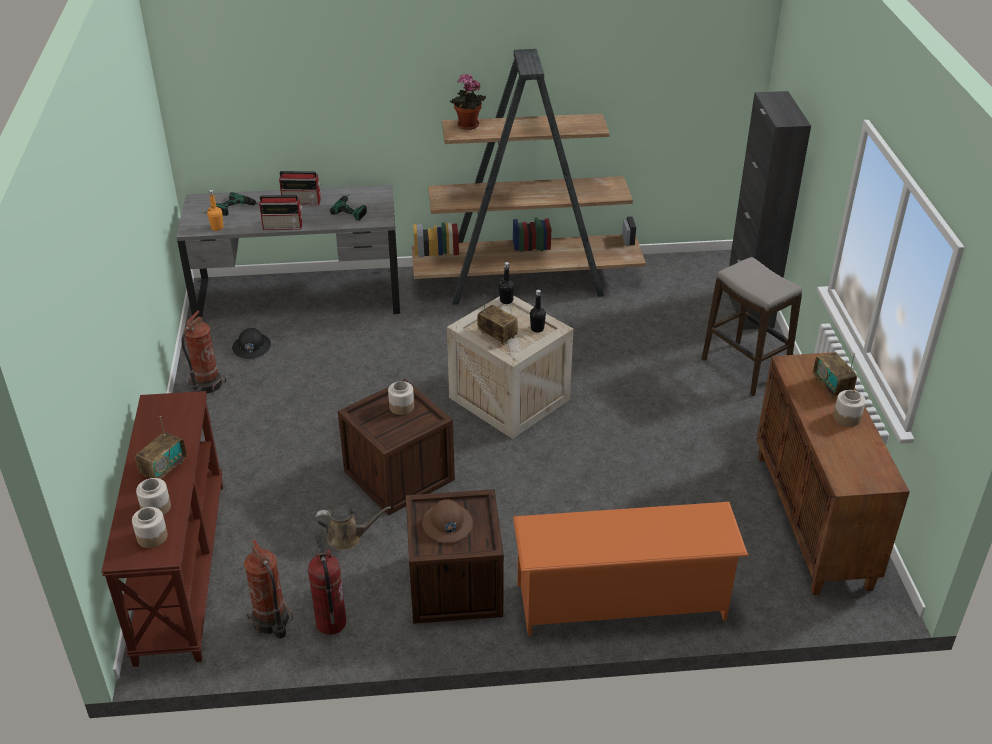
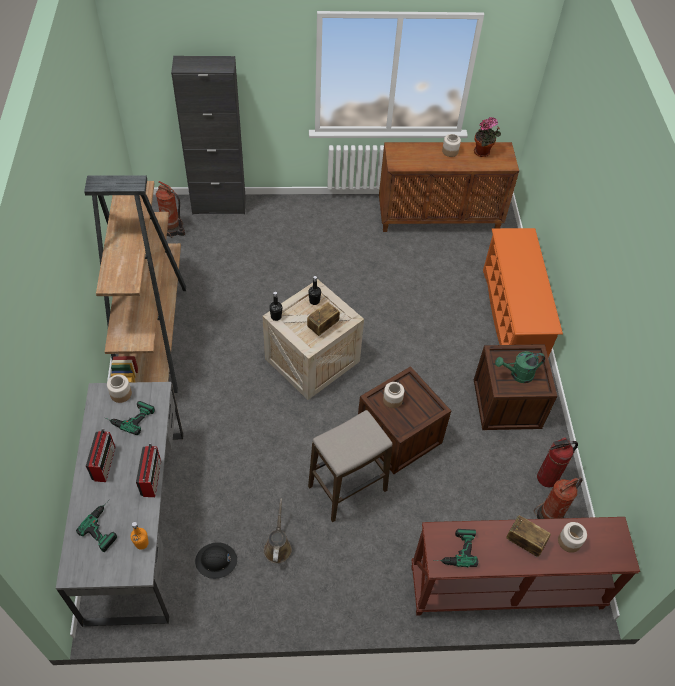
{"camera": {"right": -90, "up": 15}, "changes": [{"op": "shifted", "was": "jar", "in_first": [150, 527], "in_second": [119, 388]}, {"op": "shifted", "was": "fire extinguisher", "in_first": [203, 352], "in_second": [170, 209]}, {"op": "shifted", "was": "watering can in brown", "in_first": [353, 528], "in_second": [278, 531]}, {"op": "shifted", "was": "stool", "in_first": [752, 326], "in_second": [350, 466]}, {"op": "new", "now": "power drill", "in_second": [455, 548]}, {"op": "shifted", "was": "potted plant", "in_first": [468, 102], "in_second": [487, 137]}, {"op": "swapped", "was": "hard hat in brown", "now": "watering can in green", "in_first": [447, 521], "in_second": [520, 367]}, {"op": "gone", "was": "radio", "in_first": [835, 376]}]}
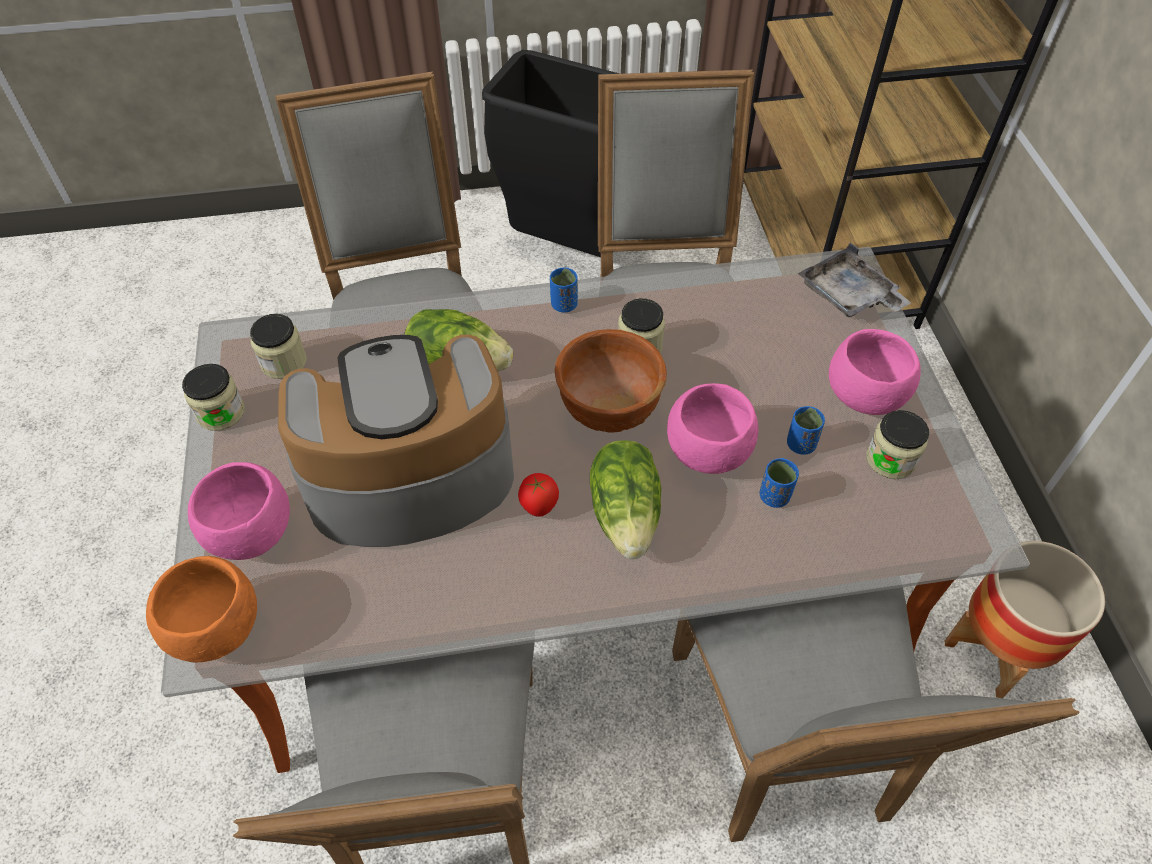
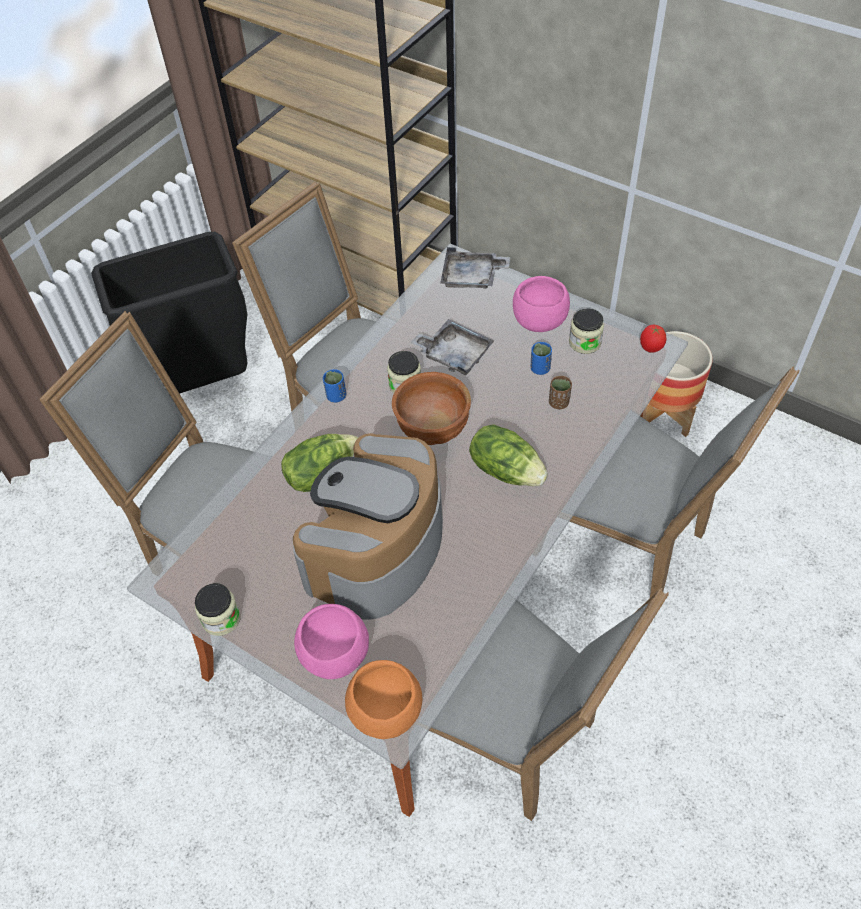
{"camera": {"right": -45, "up": 0}, "changes": [{"op": "new", "now": "tray in grey", "in_second": [452, 347]}, {"op": "repainted", "was": "cup in blue", "now": "cup in brown", "in_first": [779, 483], "in_second": [560, 392]}, {"op": "shifted", "was": "tomato", "in_first": [538, 495], "in_second": [653, 339]}, {"op": "gone", "was": "jar", "in_first": [278, 346]}, {"op": "gone", "was": "bowl in pink", "in_first": [712, 428]}]}
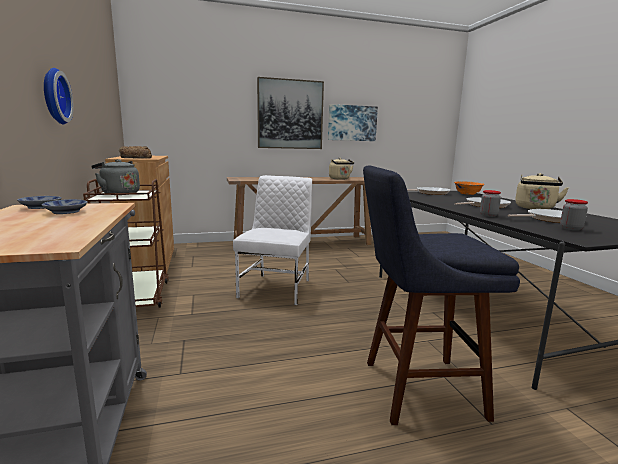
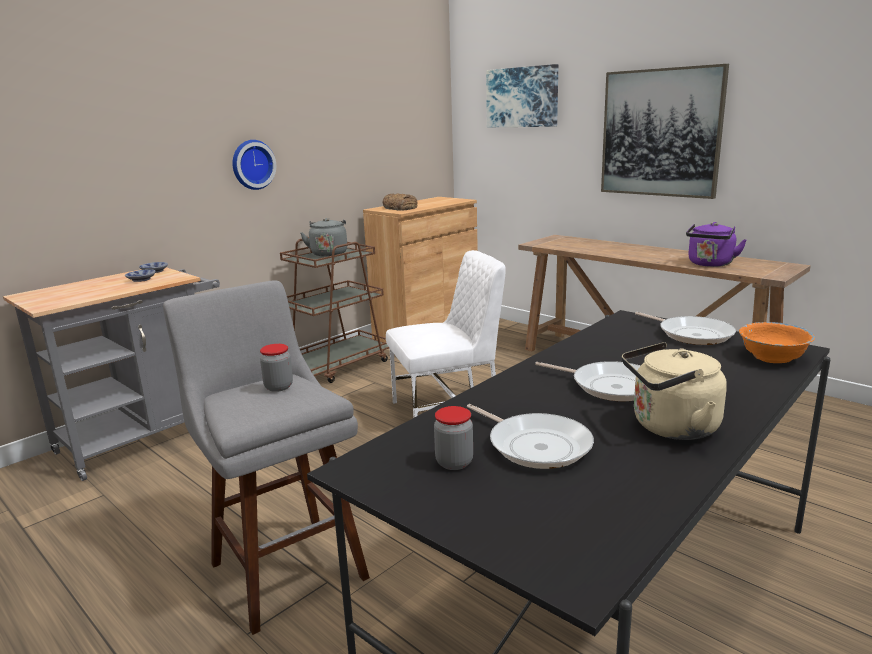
{"camera": {"right": 60, "up": 5}, "changes": [{"op": "repainted", "was": "stool in blue", "now": "stool in grey", "in_first": [441, 295], "in_second": [266, 457]}, {"op": "shifted", "was": "jar", "in_first": [490, 203], "in_second": [276, 368]}, {"op": "shifted", "was": "picture", "in_first": [353, 122], "in_second": [522, 95]}, {"op": "repainted", "was": "kettle in beige", "now": "kettle in purple", "in_first": [341, 169], "in_second": [716, 244]}]}
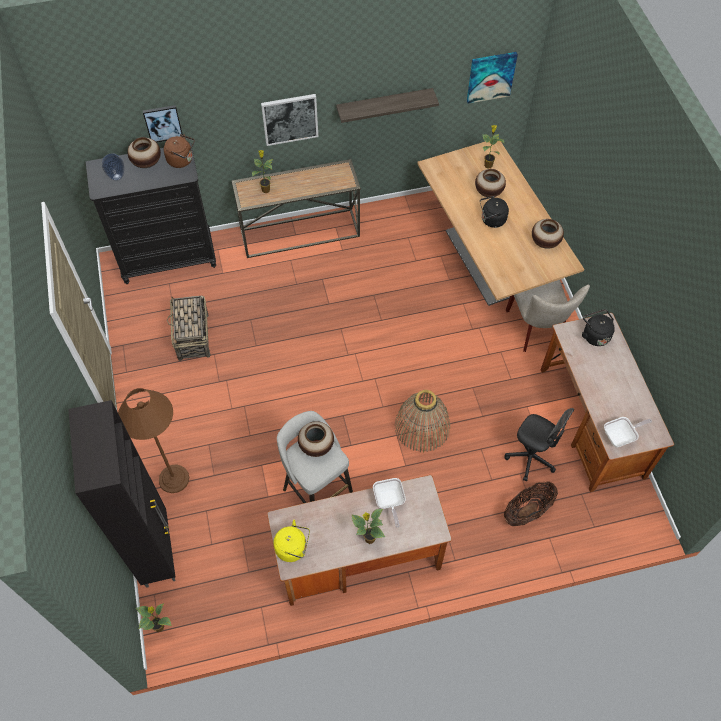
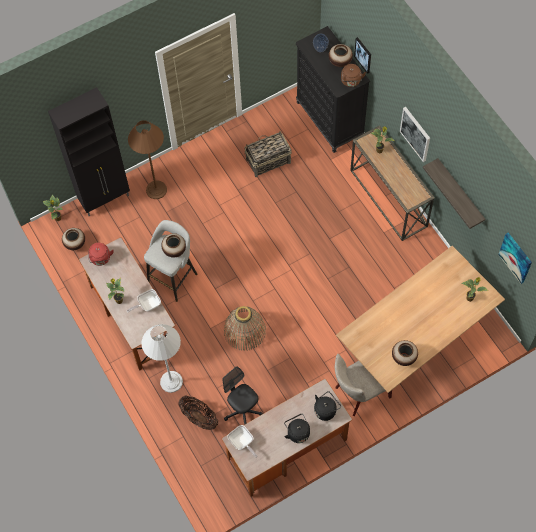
{"camera": {"right": 75, "up": 5}, "changes": [{"op": "shifted", "was": "vase", "in_first": [490, 183], "in_second": [73, 239]}, {"op": "repainted", "was": "kettle in yellow", "now": "kettle in red", "in_first": [291, 541], "in_second": [101, 254]}, {"op": "new", "now": "floor lamp in white", "in_second": [162, 358]}, {"op": "rotated", "was": "office chair in black", "in_first": [539, 444], "in_second": [242, 396], "clockwise": 120}, {"op": "shifted", "was": "kettle in black", "in_first": [494, 212], "in_second": [297, 428]}]}
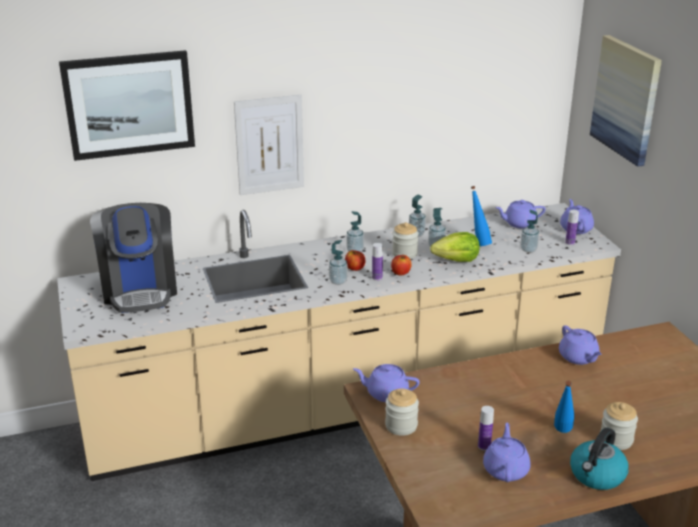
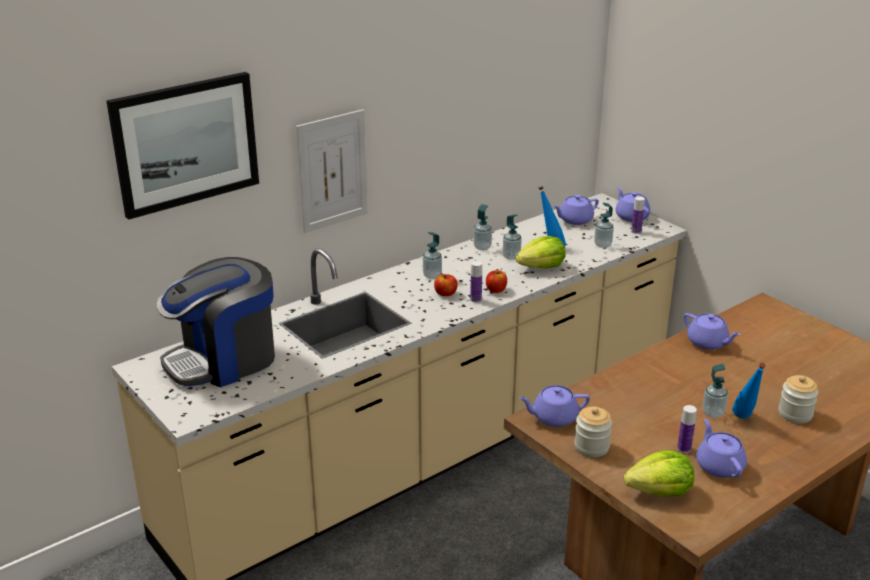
{"camera": {"right": -20, "up": 0}, "changes": [{"op": "rotated", "was": "coffee machine", "in_first": [133, 258], "in_second": [215, 322], "clockwise": 90}, {"op": "new", "now": "lettuce", "in_second": [659, 473]}, {"op": "shifted", "was": "soap dispenser", "in_first": [338, 262], "in_second": [715, 391]}, {"op": "gone", "was": "jar", "in_first": [405, 240]}, {"op": "gone", "was": "kettle", "in_first": [599, 458]}, {"op": "gone", "was": "picture", "in_first": [626, 101]}]}
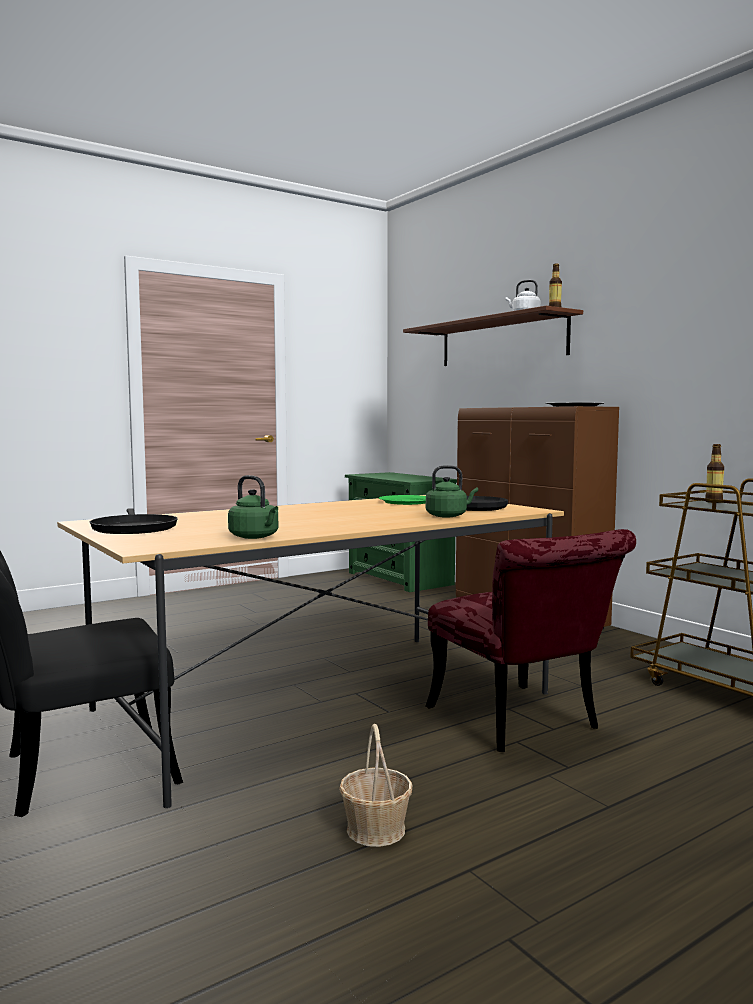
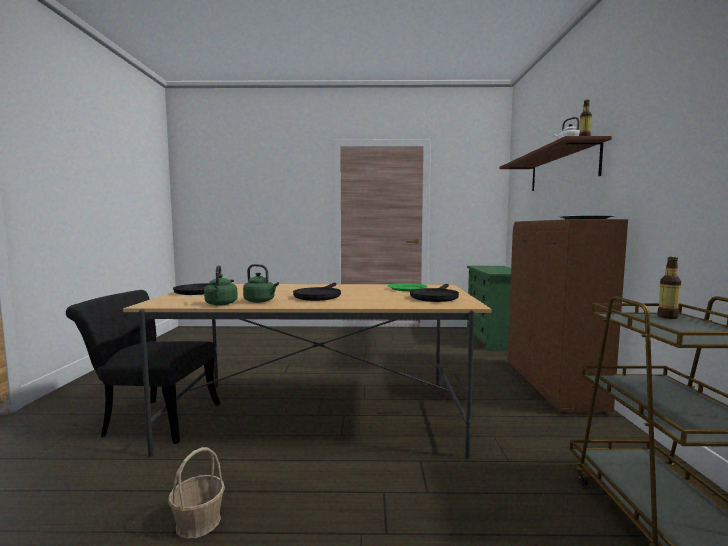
{"camera": {"right": 35, "up": 0}, "changes": [{"op": "shifted", "was": "kettle in green", "in_first": [452, 491], "in_second": [261, 283]}, {"op": "new", "now": "frying pan in black", "in_second": [317, 292]}, {"op": "gone", "was": "chair in red", "in_first": [530, 640]}]}
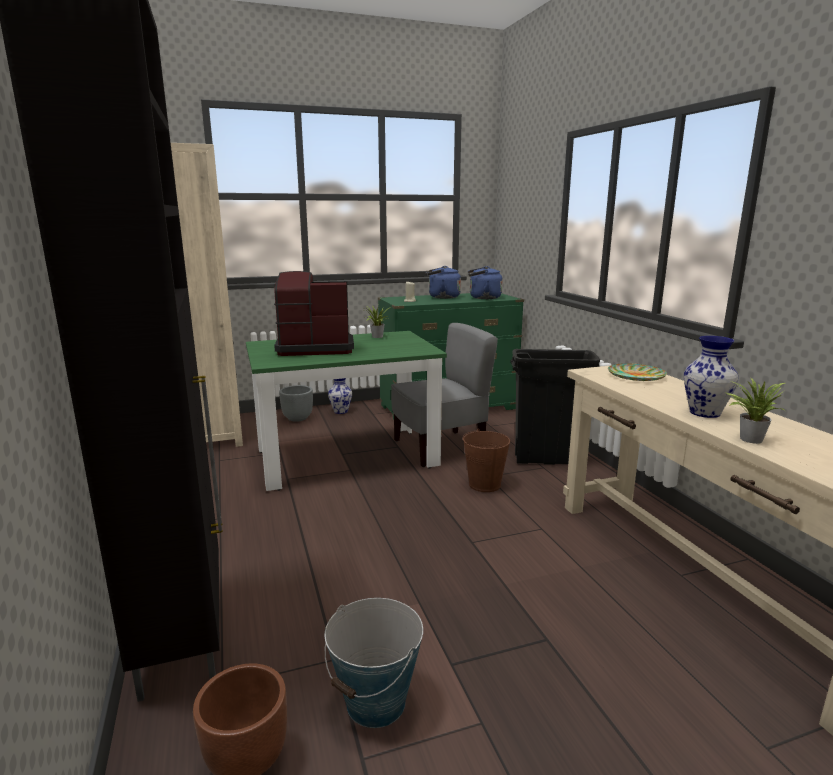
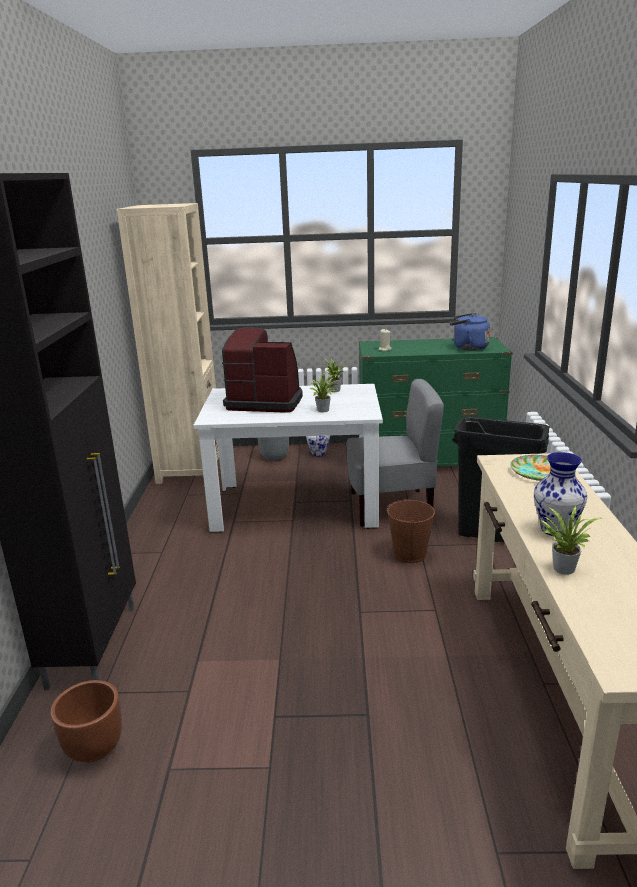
{"camera": {"right": 20, "up": 5}, "changes": [{"op": "repainted", "was": "dining table in green", "now": "dining table in white", "in_first": [346, 411], "in_second": [288, 458]}, {"op": "new", "now": "potted plant", "in_second": [323, 394]}, {"op": "gone", "was": "bucket", "in_first": [373, 663]}, {"op": "gone", "was": "kettle in blue", "in_first": [443, 282]}]}
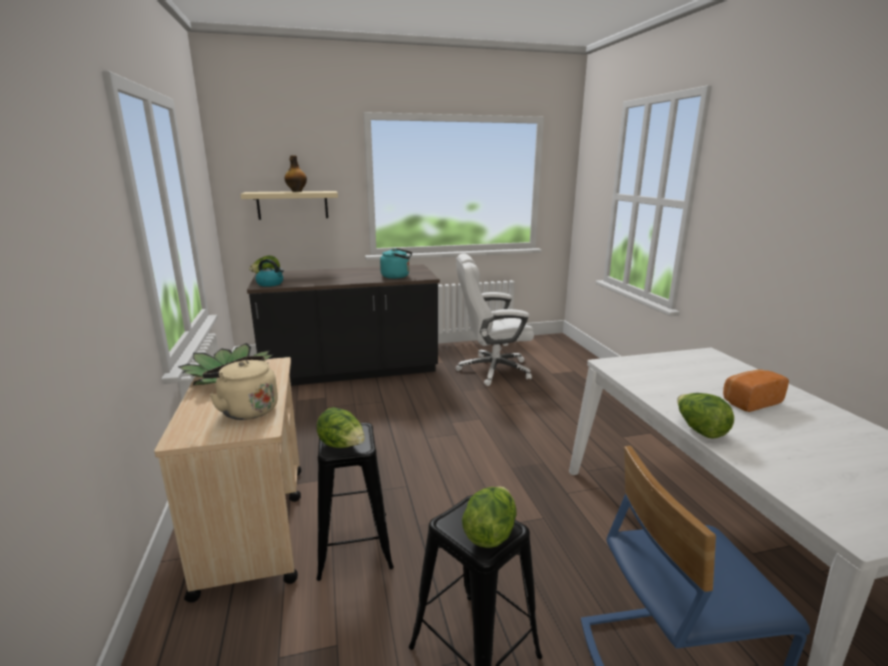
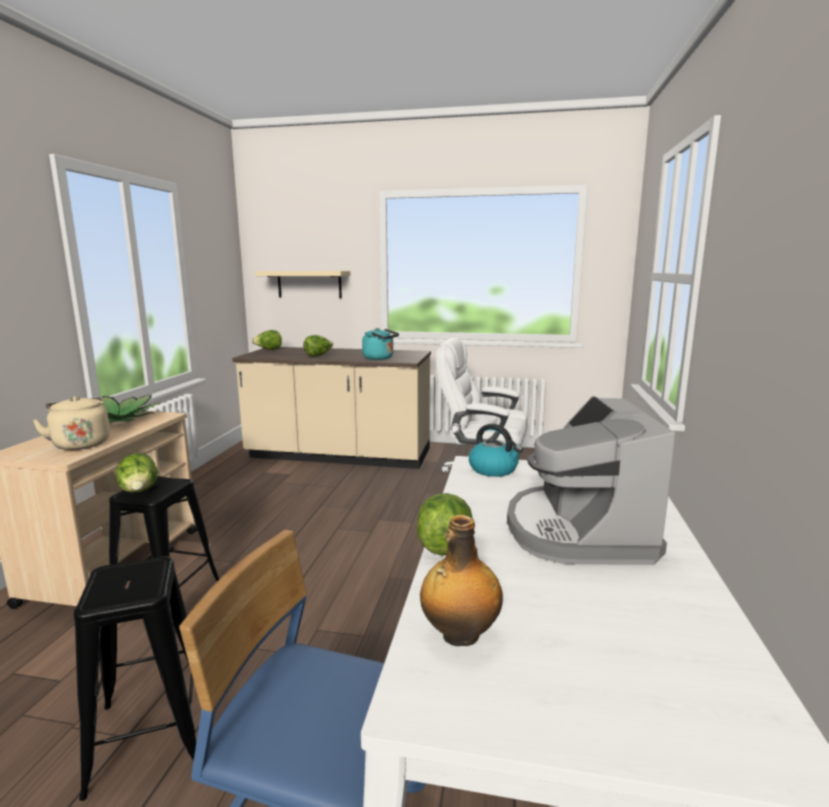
{"camera": {"right": 25, "up": -5}, "changes": [{"op": "repainted", "was": "counter in black", "now": "counter in beige", "in_first": [343, 325], "in_second": [331, 408]}, {"op": "shifted", "was": "lettuce", "in_first": [489, 517], "in_second": [318, 345]}, {"op": "shifted", "was": "bottle", "in_first": [295, 173], "in_second": [461, 580]}, {"op": "shifted", "was": "kettle", "in_first": [270, 273], "in_second": [496, 450]}, {"op": "swapped", "was": "bread", "now": "coffee machine", "in_first": [756, 391], "in_second": [591, 480]}]}
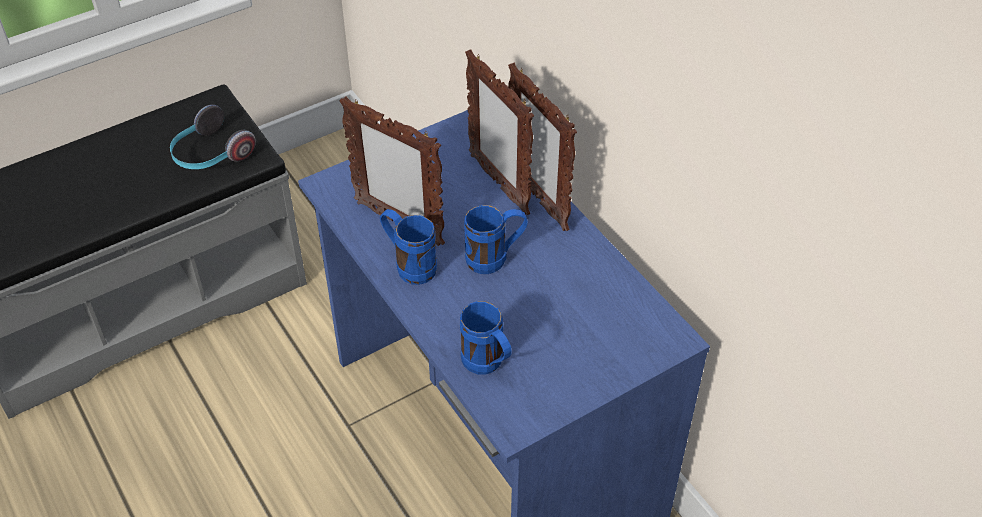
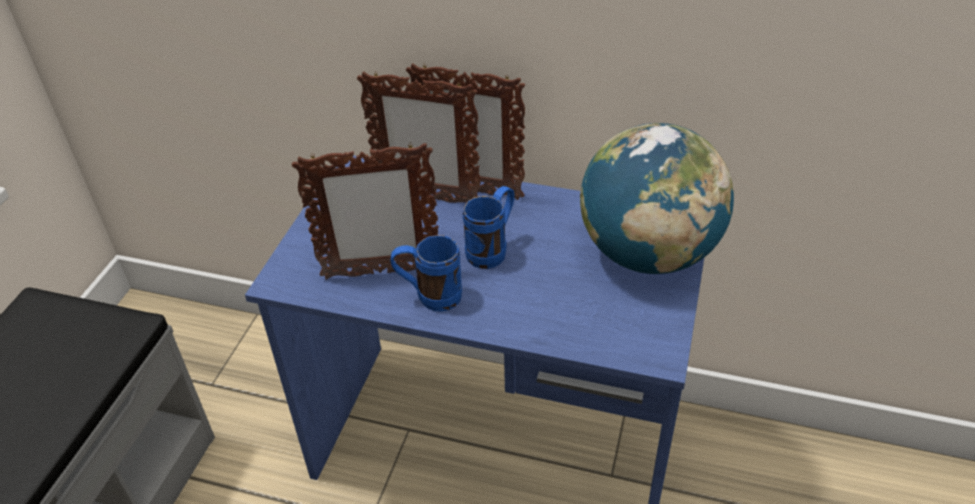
{"camera": {"right": -40, "up": -5}, "changes": [{"op": "new", "now": "globe", "in_second": [657, 198]}, {"op": "gone", "was": "headphones", "in_first": [213, 137]}, {"op": "gone", "was": "mug in blue", "in_first": [486, 338]}]}
